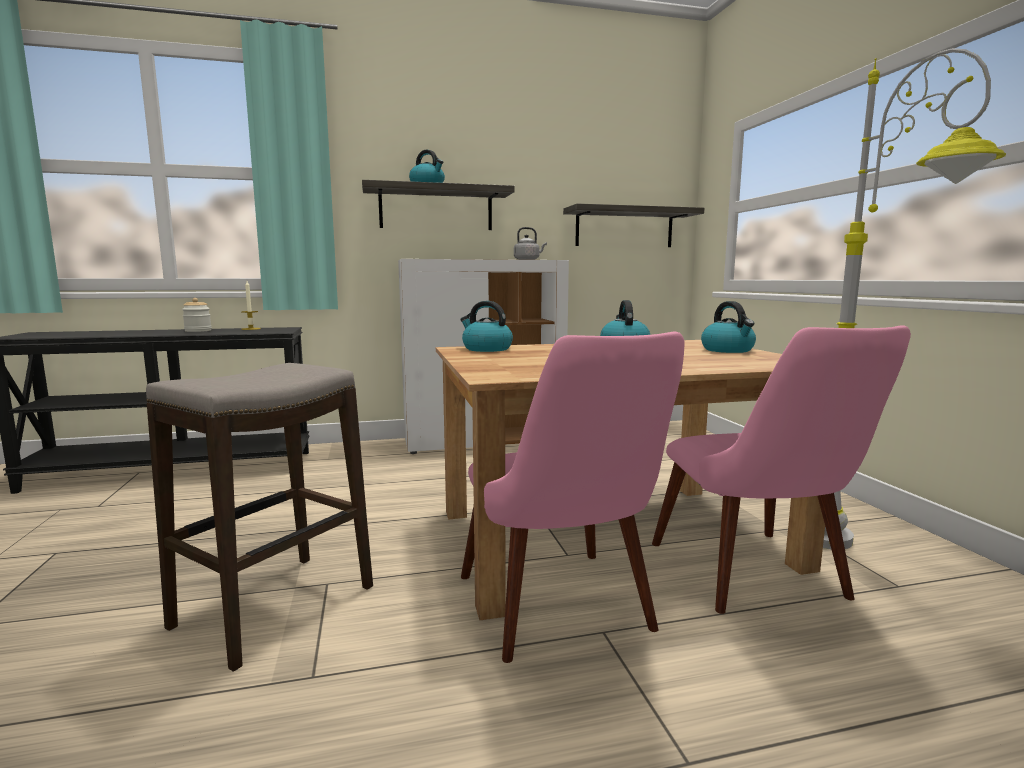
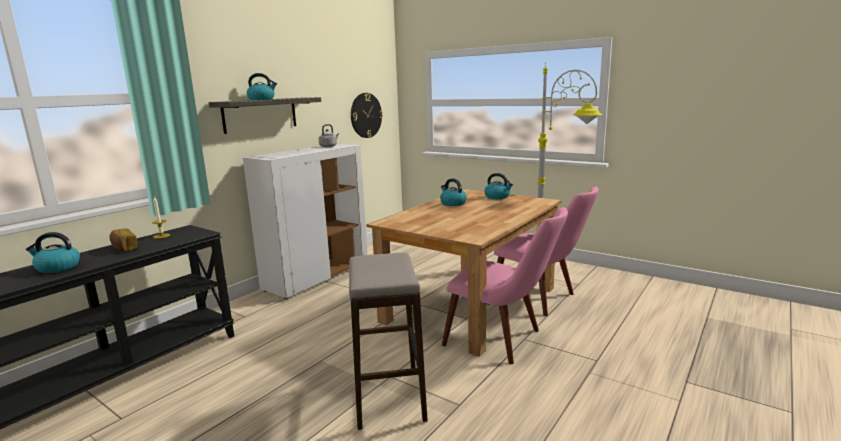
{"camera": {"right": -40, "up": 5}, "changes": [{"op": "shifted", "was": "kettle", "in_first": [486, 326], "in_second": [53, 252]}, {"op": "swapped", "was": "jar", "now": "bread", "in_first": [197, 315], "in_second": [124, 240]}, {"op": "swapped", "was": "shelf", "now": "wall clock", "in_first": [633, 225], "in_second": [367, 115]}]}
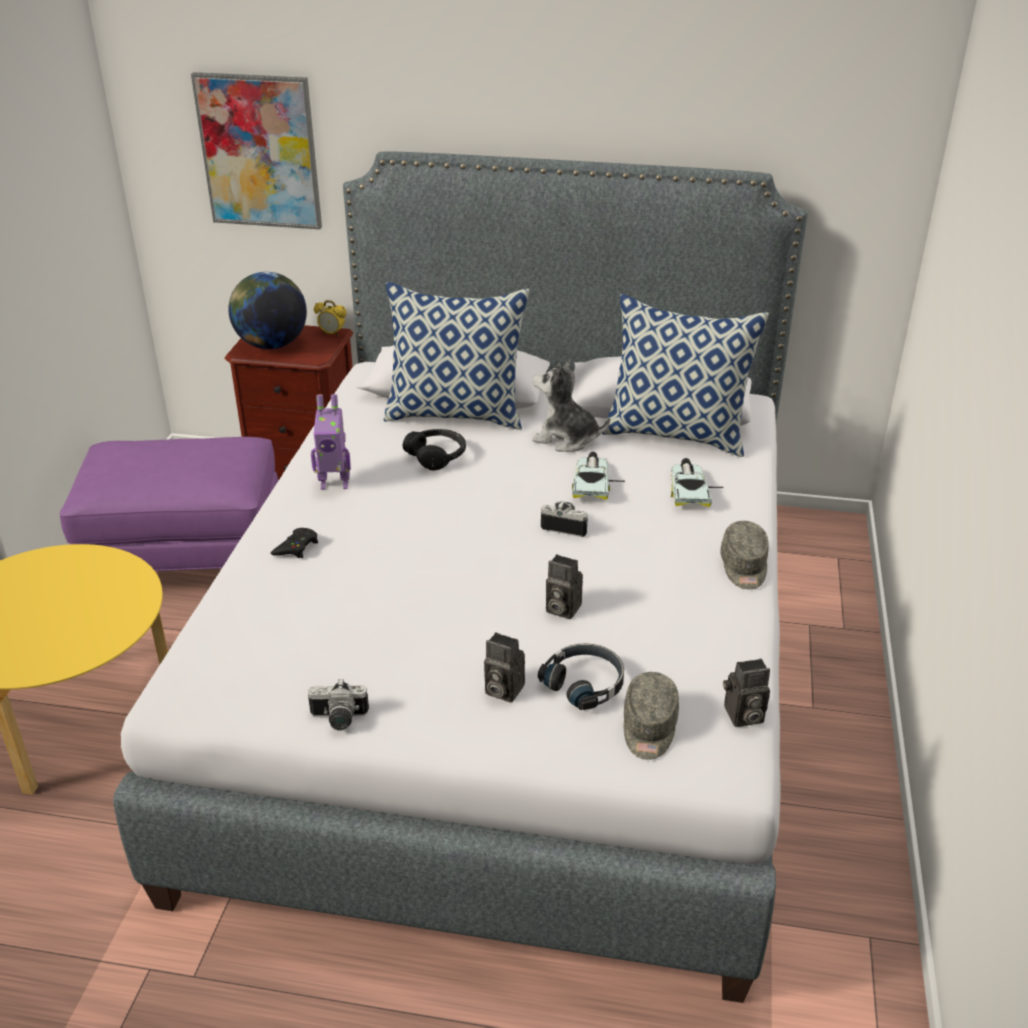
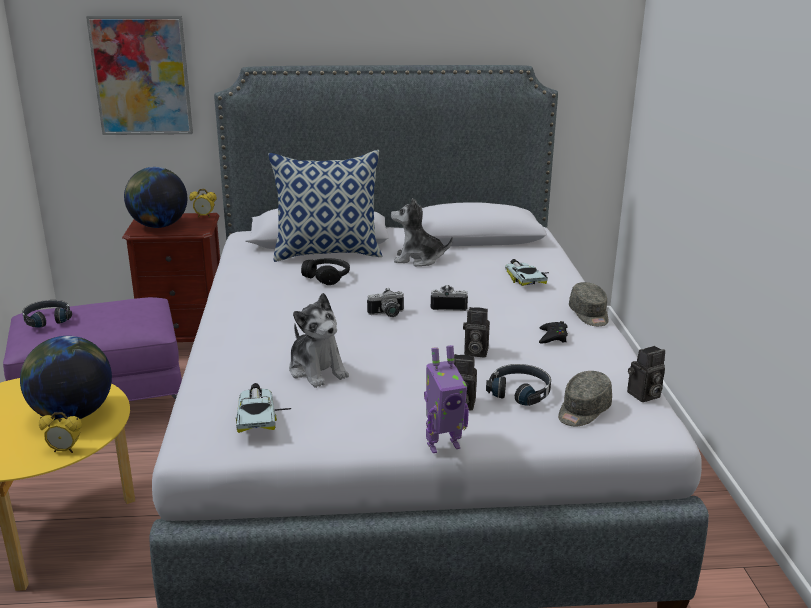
{"camera": {"right": -15, "up": -10}, "changes": [{"op": "new", "now": "globe", "in_second": [66, 378]}, {"op": "new", "now": "headphones in black", "in_second": [47, 314]}, {"op": "new", "now": "alarm clock", "in_second": [60, 432]}, {"op": "shifted", "was": "toy car", "in_first": [598, 476], "in_second": [263, 408]}, {"op": "new", "now": "plush toy", "in_second": [319, 340]}, {"op": "shifted", "was": "photo camera", "in_first": [338, 705], "in_second": [385, 302]}, {"op": "shifted", "was": "toy robot", "in_first": [331, 442], "in_second": [446, 399]}, {"op": "shifted", "was": "game controller in black", "in_first": [294, 543], "in_second": [553, 332]}, {"op": "rotated", "was": "cap in grey", "in_first": [651, 716], "in_second": [585, 399], "clockwise": 45}, {"op": "gone", "was": "pillow", "in_first": [685, 375]}]}
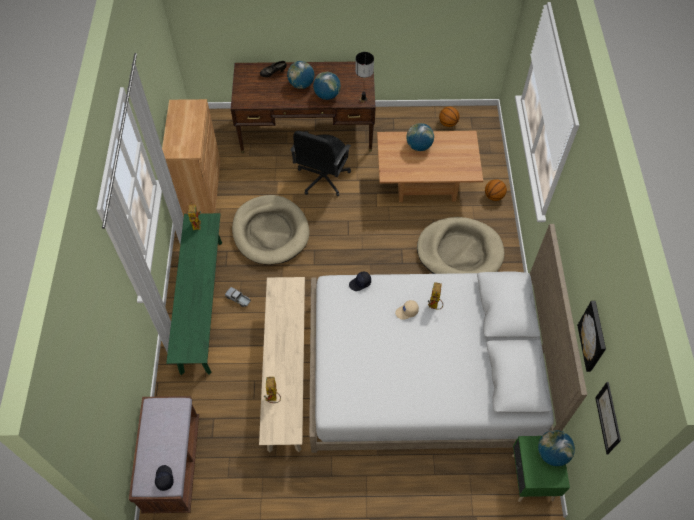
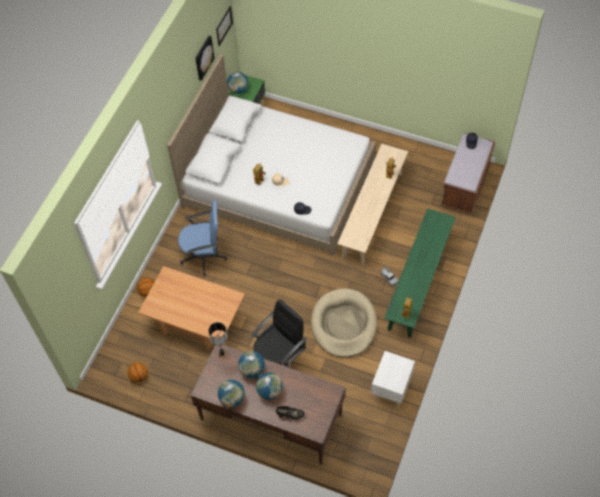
{"camera": {"right": -155, "up": 0}, "changes": [{"op": "swapped", "was": "dog bed in beige", "now": "office chair in blue", "in_first": [461, 245], "in_second": [203, 238]}, {"op": "shifted", "was": "globe", "in_first": [420, 137], "in_second": [231, 393]}, {"op": "swapped", "was": "cabinet in brown", "now": "nightstand in white", "in_first": [191, 157], "in_second": [393, 380]}]}
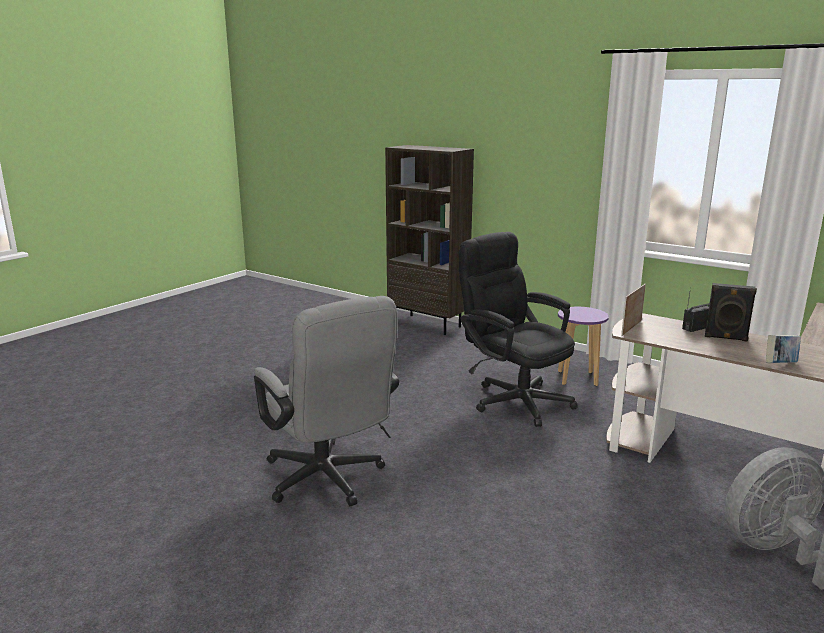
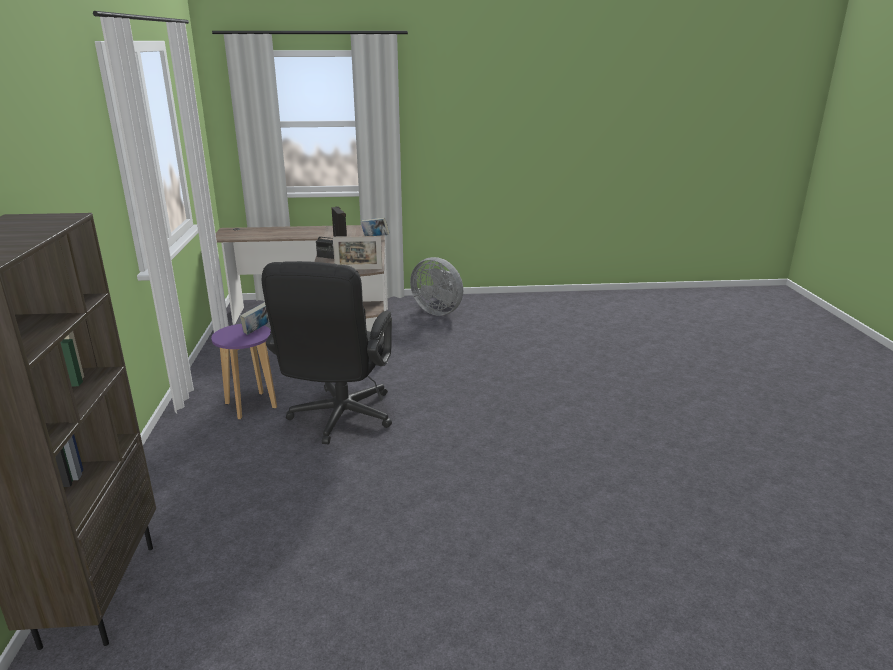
{"camera": {"right": -130, "up": 5}, "changes": [{"op": "new", "now": "book", "in_second": [254, 318]}, {"op": "gone", "was": "office chair in grey", "in_first": [326, 401]}]}
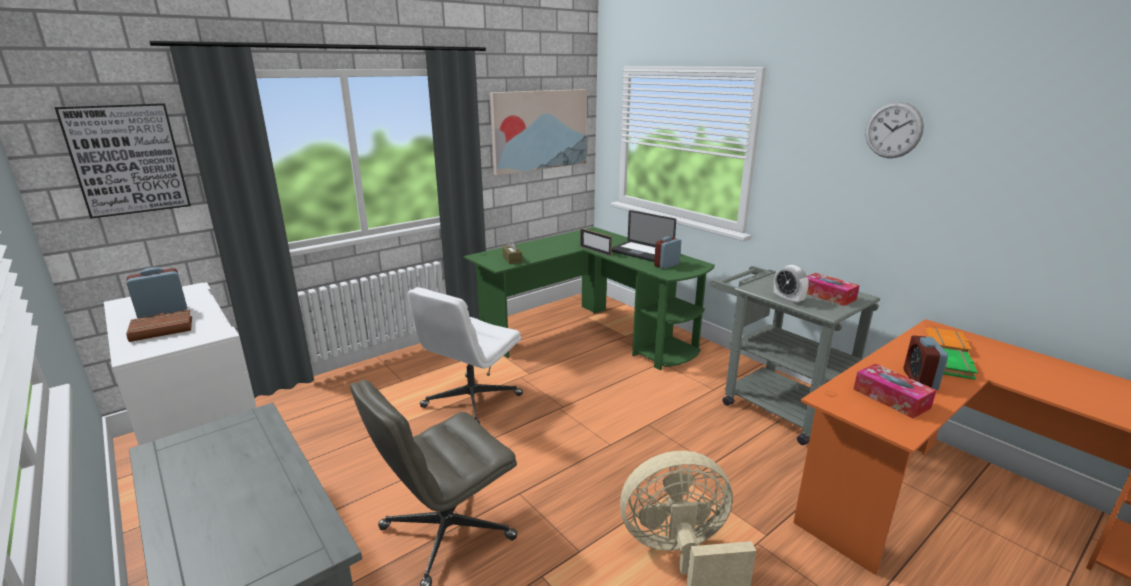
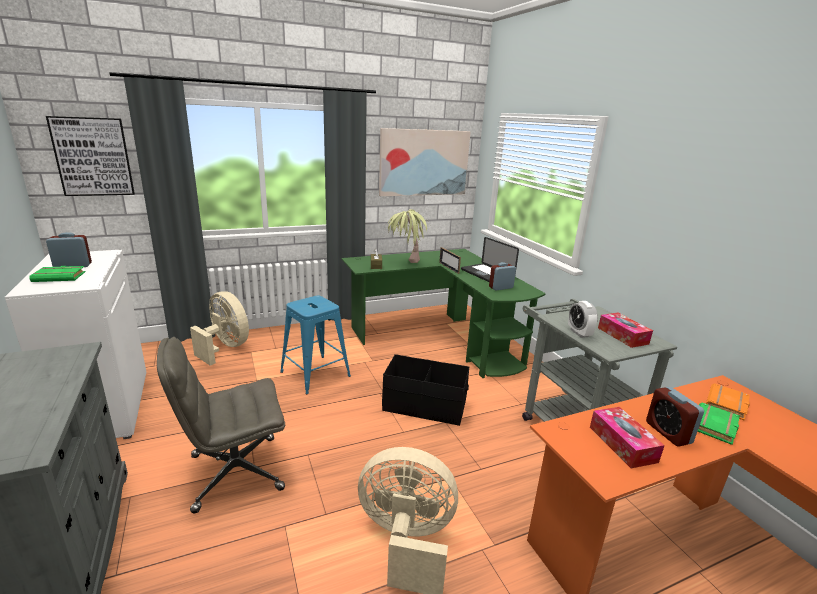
{"camera": {"right": 15, "up": 0}, "changes": [{"op": "repainted", "was": "book in brown", "now": "book in green", "in_first": [159, 326], "in_second": [57, 274]}, {"op": "new", "now": "fan in beige", "in_second": [219, 328]}, {"op": "swapped", "was": "office chair in white", "now": "stool in blue", "in_first": [465, 355], "in_second": [315, 345]}, {"op": "new", "now": "storage box in black", "in_second": [425, 390]}, {"op": "new", "now": "potted plant", "in_second": [407, 236]}, {"op": "rotated", "was": "alarm clock", "in_first": [925, 363], "in_second": [675, 417], "clockwise": -45}, {"op": "gone", "was": "wall clock", "in_first": [894, 130]}]}
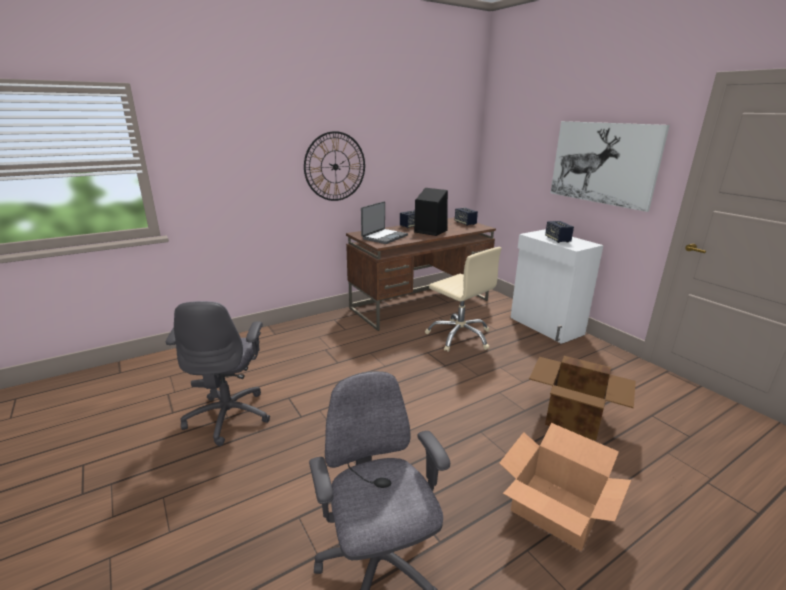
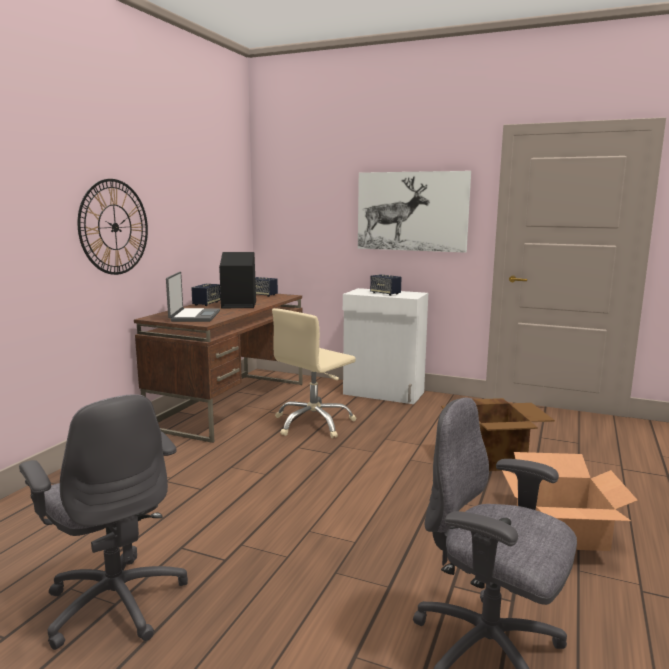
{"camera": {"right": -35, "up": -10}, "changes": [{"op": "rotated", "was": "office chair in beige", "in_first": [463, 299], "in_second": [314, 373], "clockwise": 120}]}
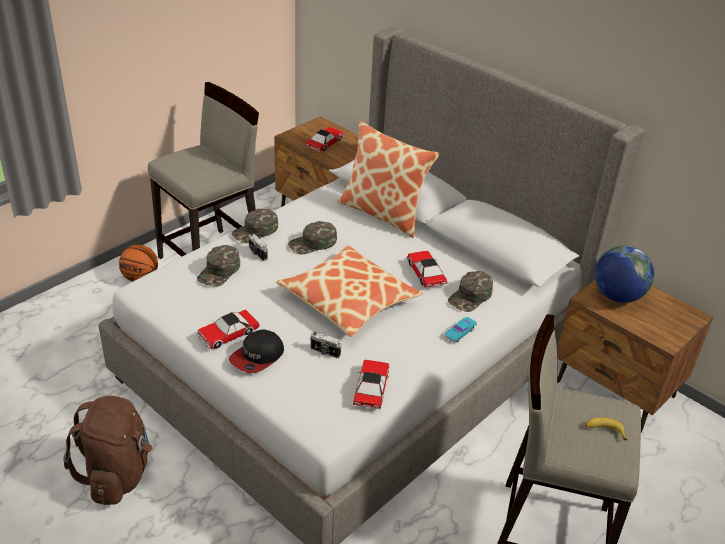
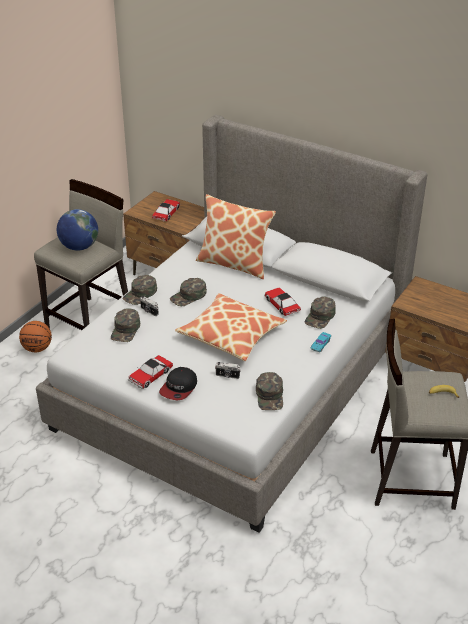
{"camera": {"right": -10, "up": 0}, "changes": [{"op": "shifted", "was": "globe", "in_first": [624, 274], "in_second": [77, 230]}, {"op": "swapped", "was": "toy car", "now": "cap in green", "in_first": [371, 385], "in_second": [269, 391]}, {"op": "gone", "was": "backpack in brown", "in_first": [108, 450]}]}
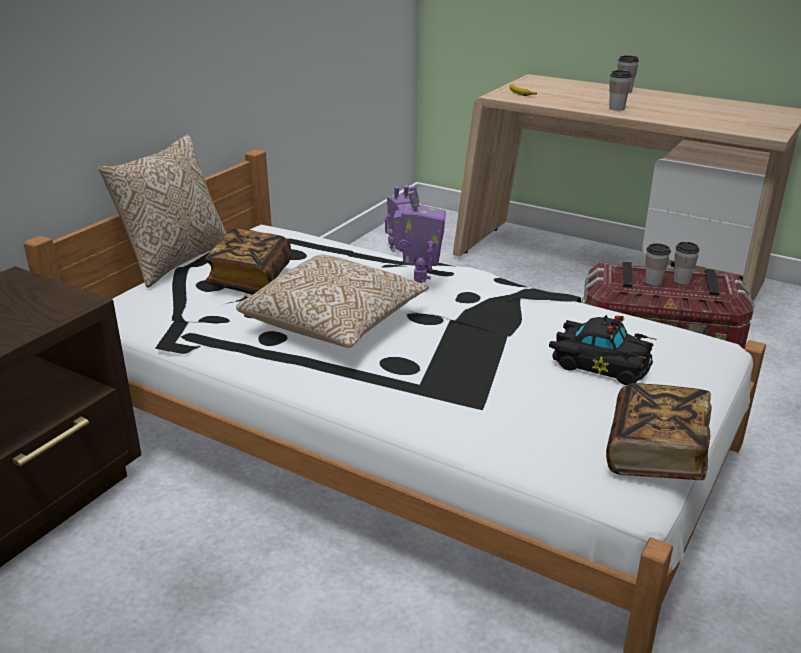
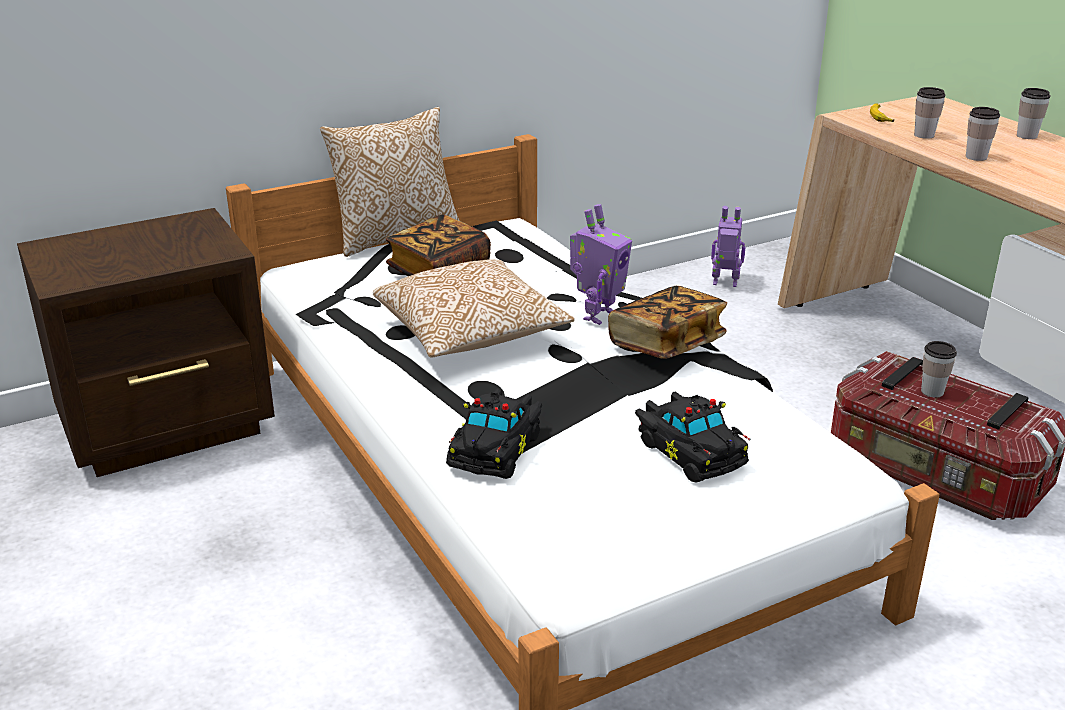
{"camera": {"right": 30, "up": 0}, "changes": [{"op": "new", "now": "toy car in black", "in_second": [494, 433]}, {"op": "shifted", "was": "book", "in_first": [659, 431], "in_second": [667, 322]}, {"op": "shifted", "was": "cup", "in_first": [686, 263], "in_second": [930, 113]}]}
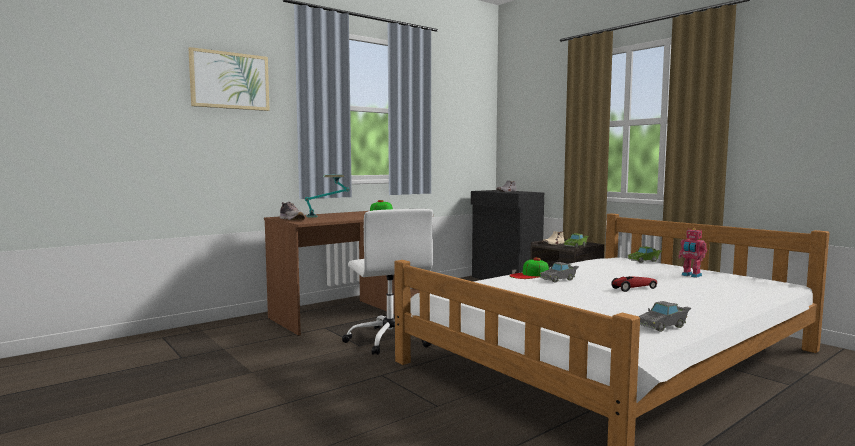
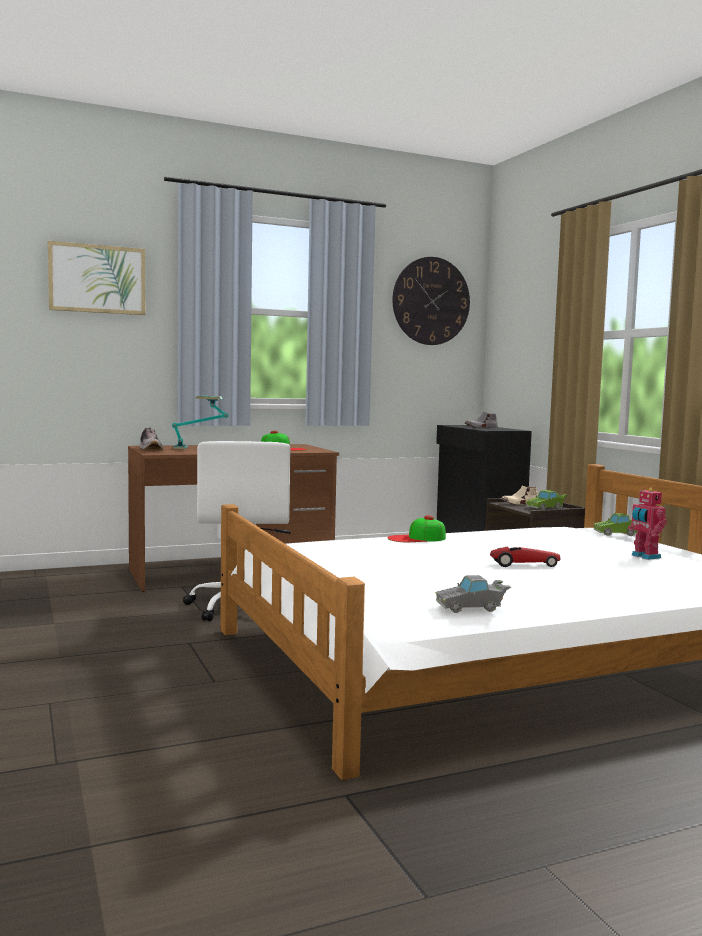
{"camera": {"right": 15, "up": 0}, "changes": [{"op": "new", "now": "wall clock", "in_second": [431, 301]}, {"op": "gone", "was": "toy car in grey", "in_first": [559, 272]}]}
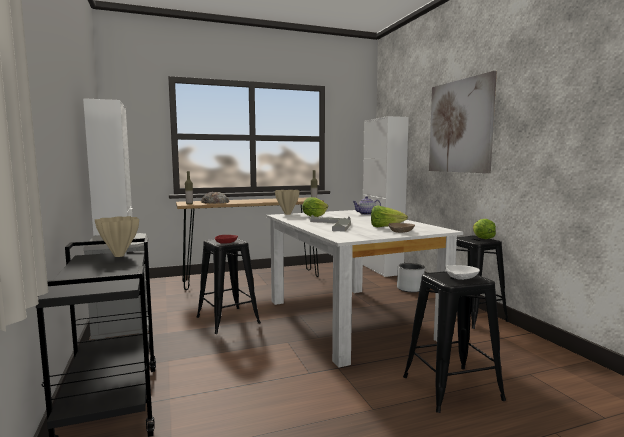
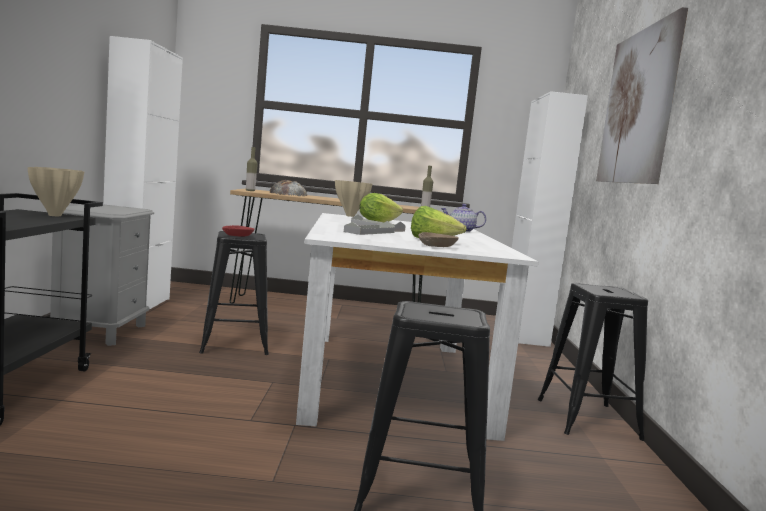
{"camera": {"right": 20, "up": 0}, "changes": [{"op": "gone", "was": "planter in grey", "in_first": [411, 277]}, {"op": "gone", "was": "bowl in white", "in_first": [462, 272]}, {"op": "gone", "was": "lettuce", "in_first": [484, 229]}]}
